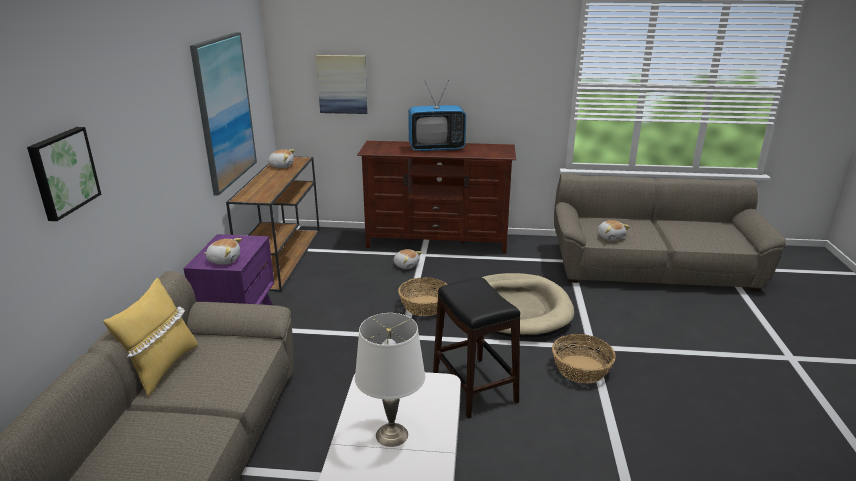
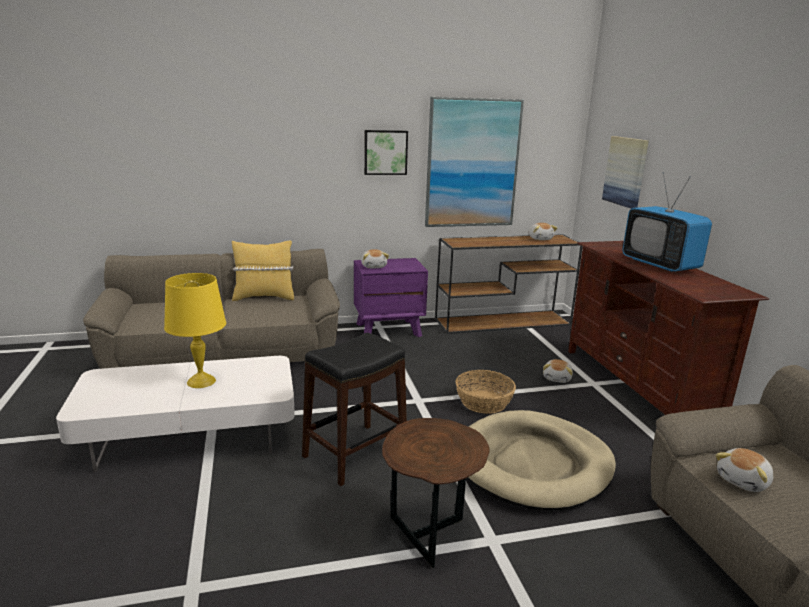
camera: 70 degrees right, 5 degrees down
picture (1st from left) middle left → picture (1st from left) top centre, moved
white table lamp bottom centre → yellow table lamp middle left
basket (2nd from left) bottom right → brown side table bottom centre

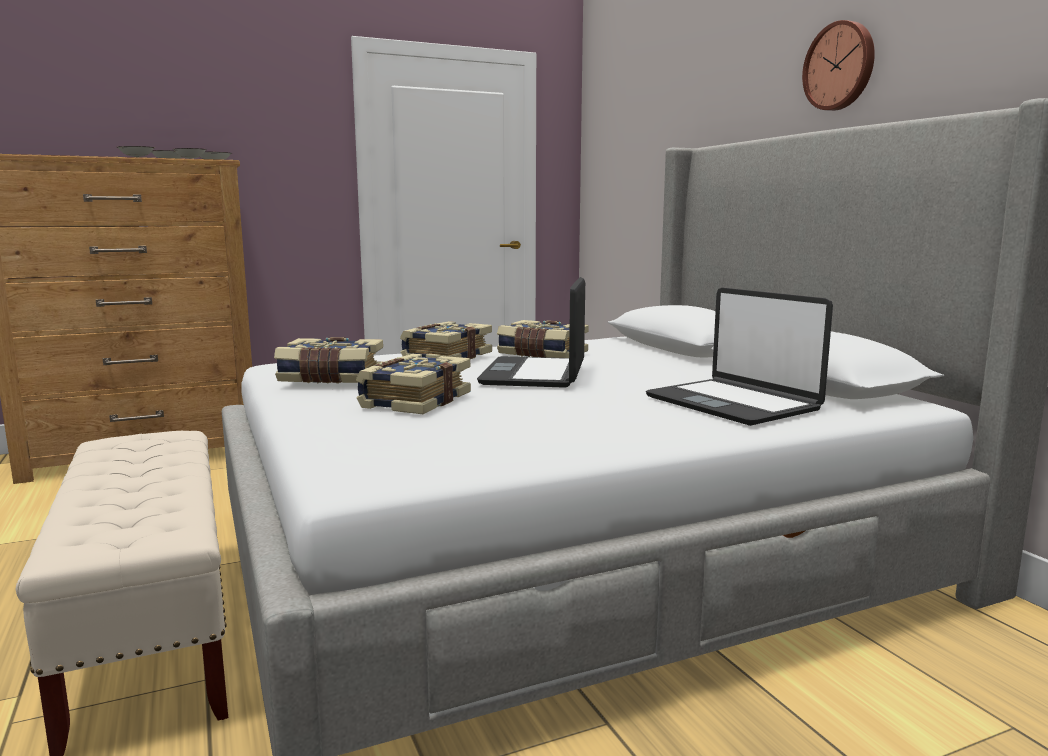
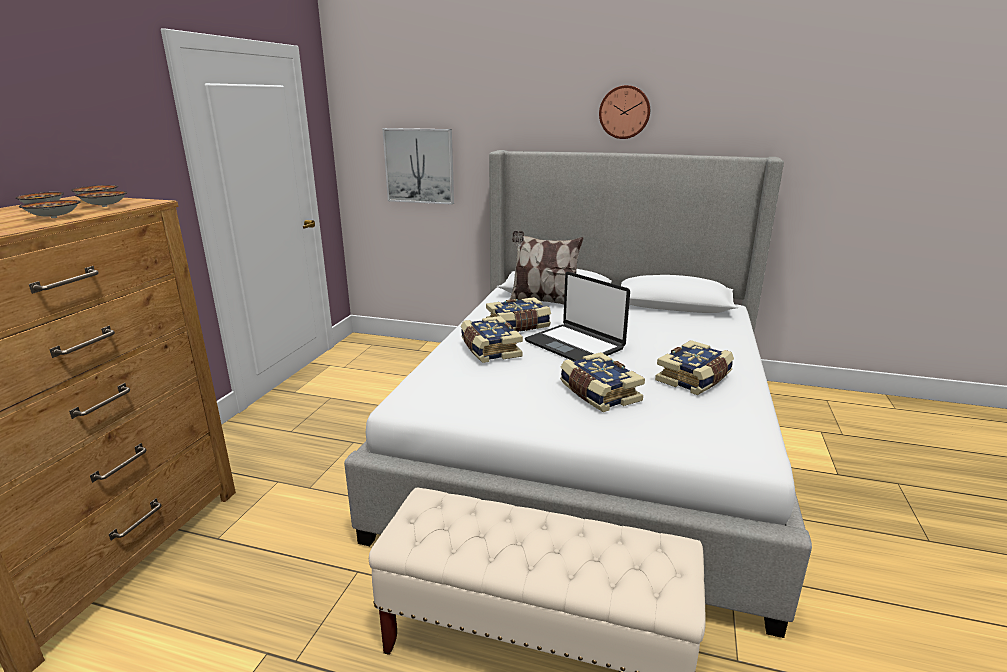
camera: 50 degrees left, 10 degrees up
book (1st from left in the first image) middle left → book (4th from left) middle right, moved
laptop (2nd from left) middle right → -
- → picture top centre
- → pillow centre

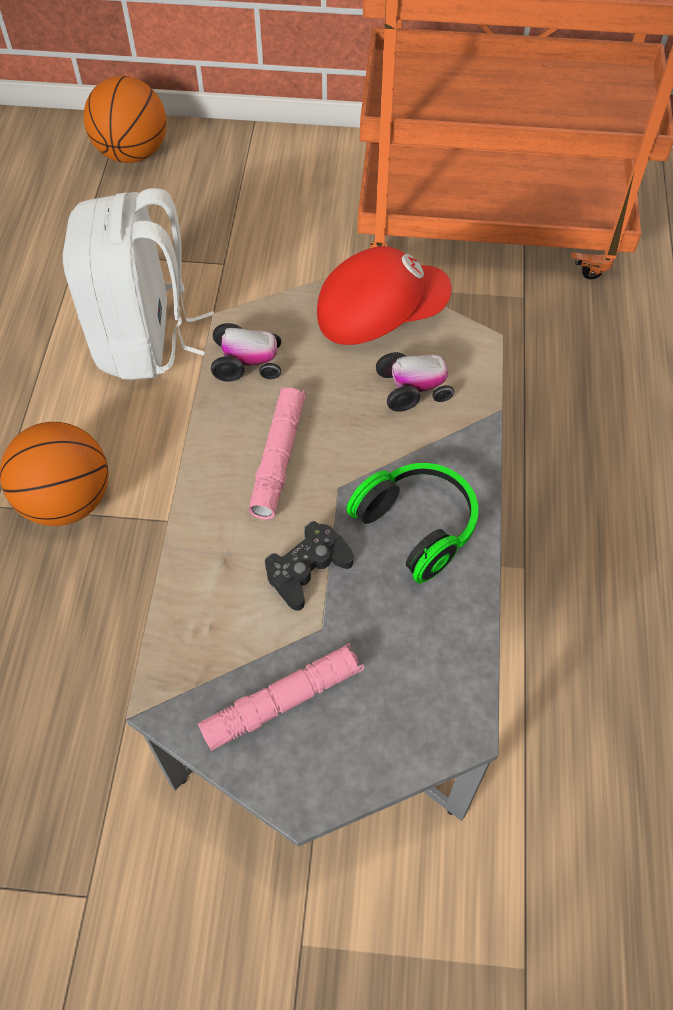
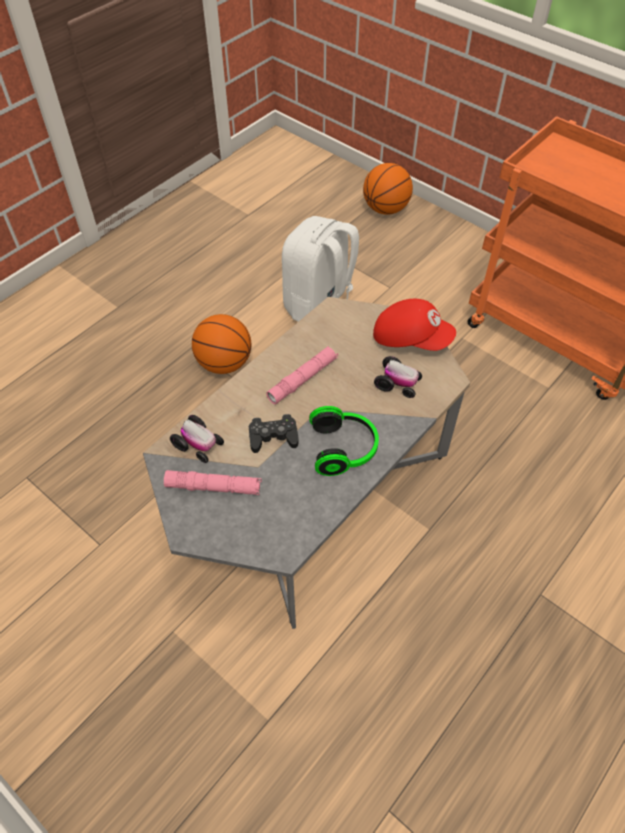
camera: 35 degrees right, 5 degrees down
toy car (1st from left) centre → toy car (1st from left) middle left, moved

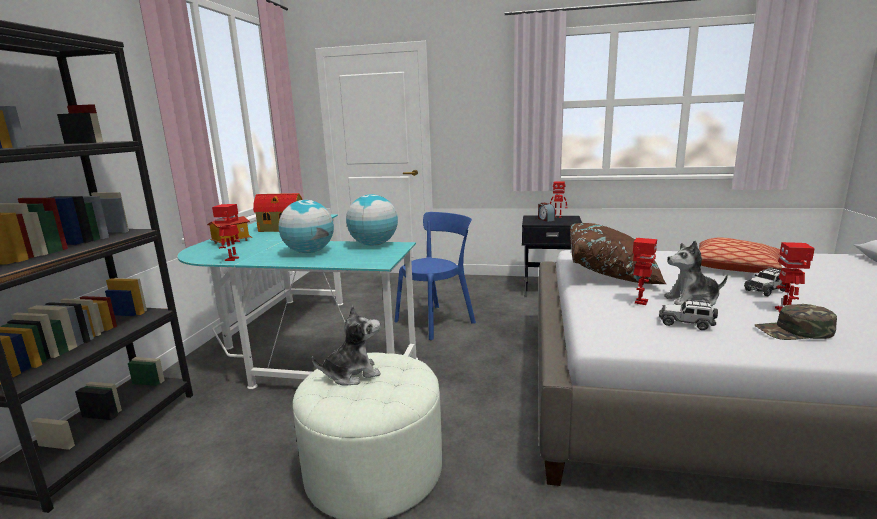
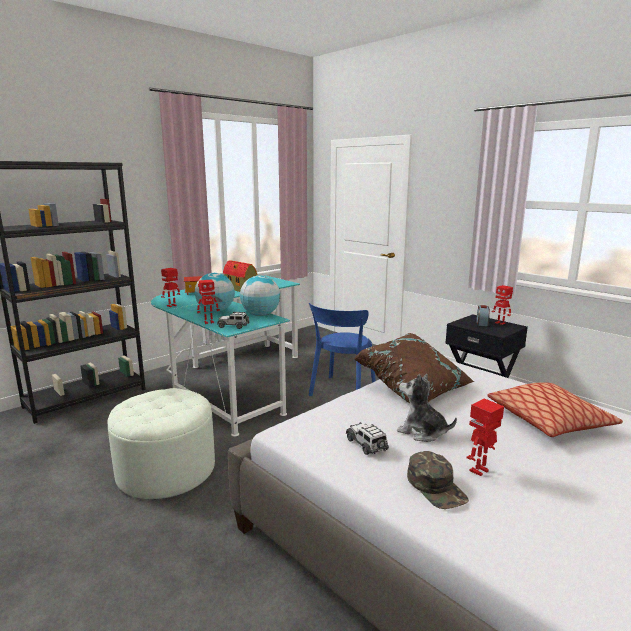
camera: 35 degrees right, 0 degrees up
plush toy (1st from left) centre → -
blue chair centre, 120 degrees clockwise
toy robot (3rd from left in the first image) middle right → toy robot (2nd from left) middle left, moved
toy car (2nd from left in the first image) middle right → toy car (1st from left) centre, moved
green cap middle right → green cap bottom right, 150 degrees counterclockwise

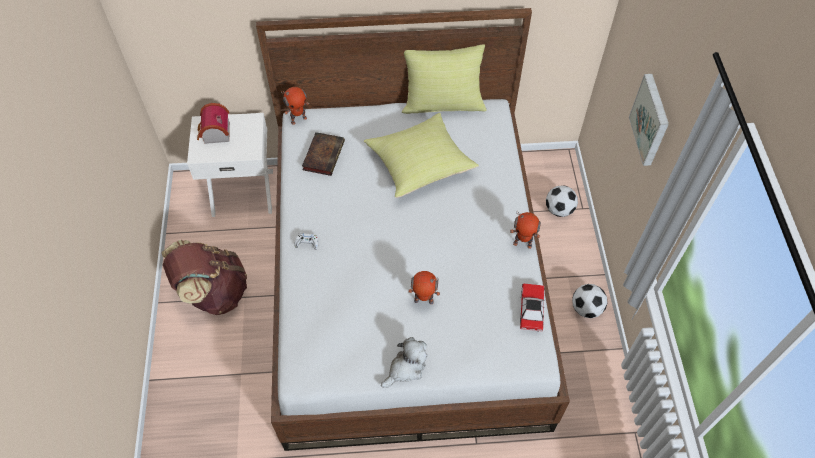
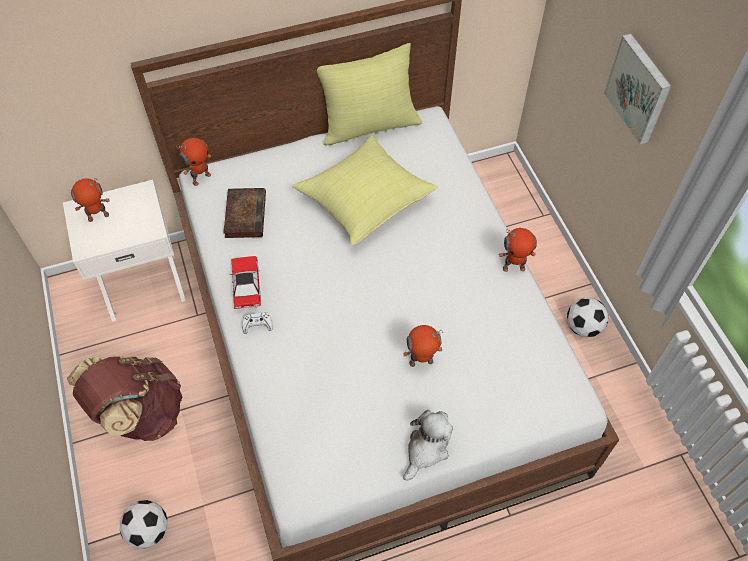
camera: 15 degrees left, 0 degrees up
toy house top left → toy robot (1st from left) middle left
toy car bottom centre → toy car middle left, moved
football (1st from left) middle right → football (1st from left) bottom left, moved

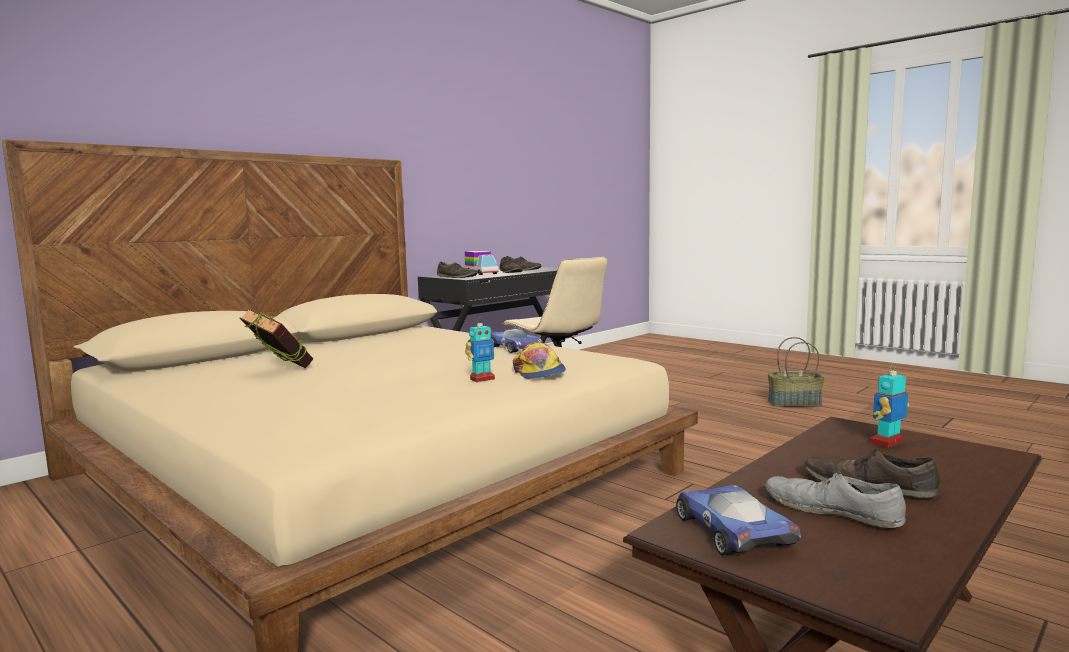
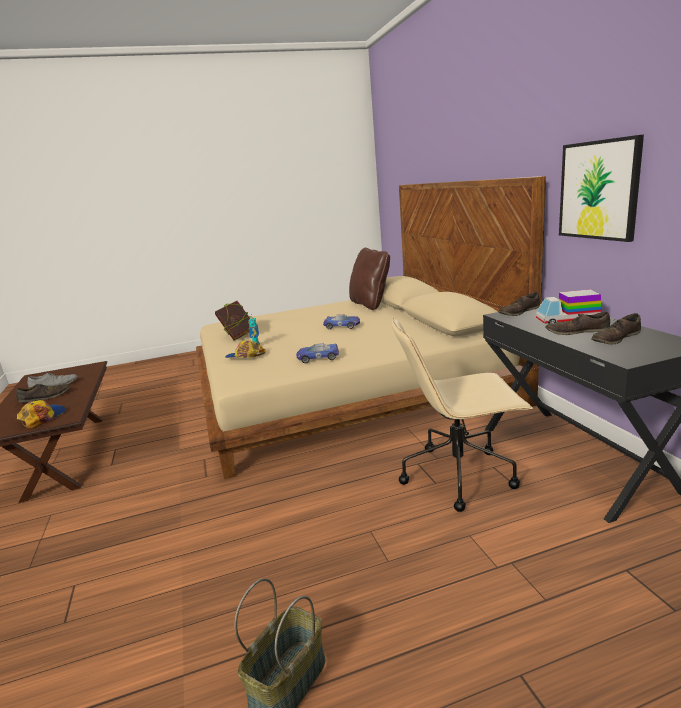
camera: 120 degrees right, 10 degrees up
book middle left → book centre, moved
toy car (2nd from left) bottom right → toy car (2nd from left) centre, moved
toy robot (2nd from left) middle right → cap (1st from left) middle left
- → brown pillow centre
- → picture top right

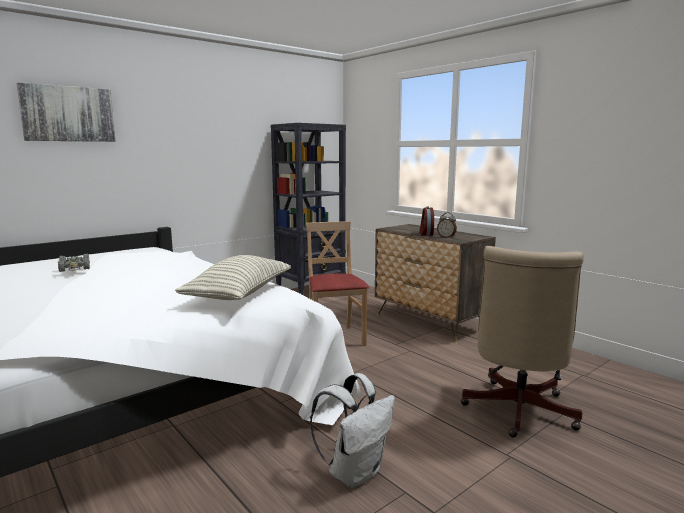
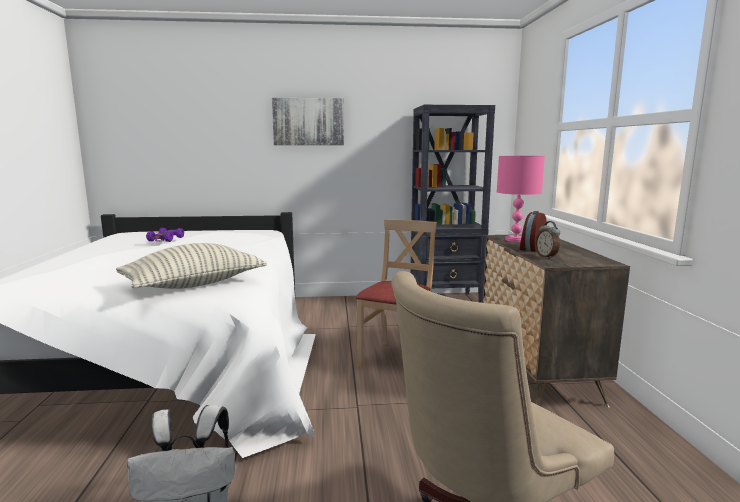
camera: 35 degrees right, 0 degrees up
picture top left → picture top centre, moved
grey toy car middle left → purple toy car middle left
- → pink table lamp middle right

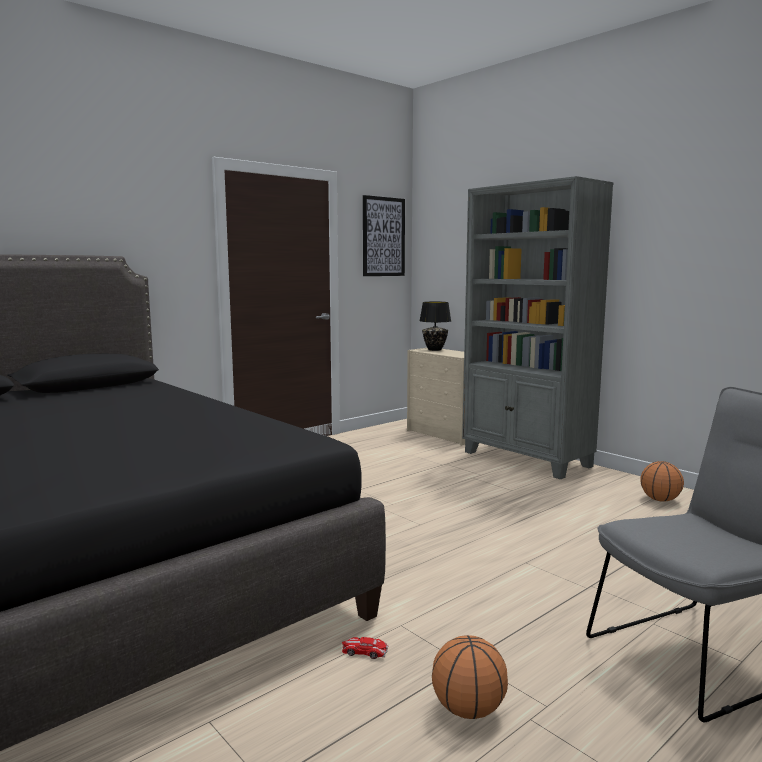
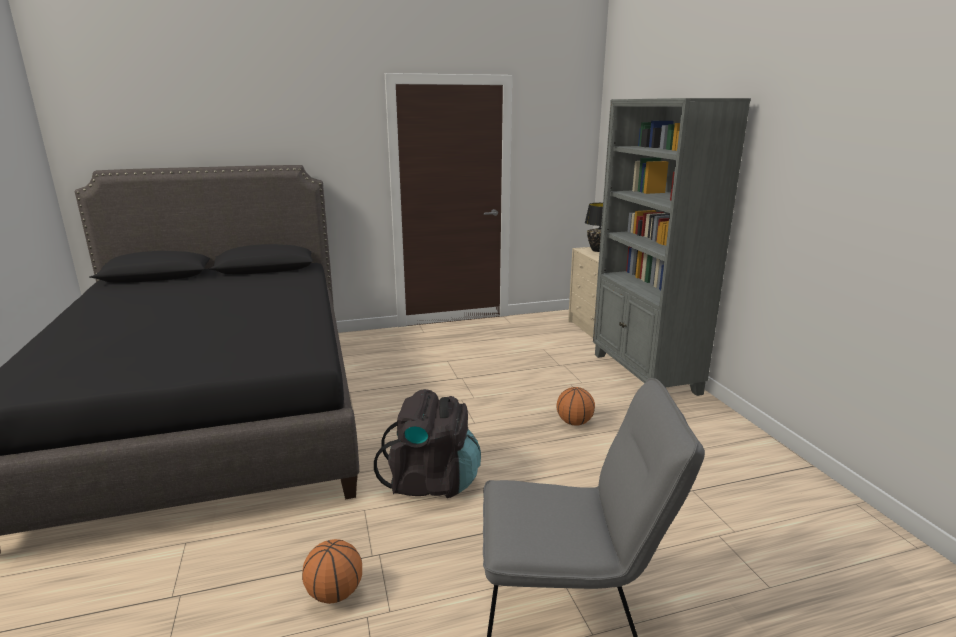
camera: 25 degrees right, 10 degrees up
toy car bottom centre → -
picture top centre → -
basketball (2nd from left) middle right → basketball (2nd from left) centre, moved
- → black backpack bottom centre

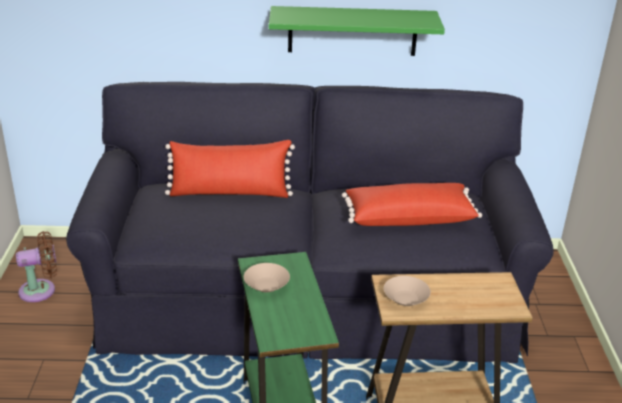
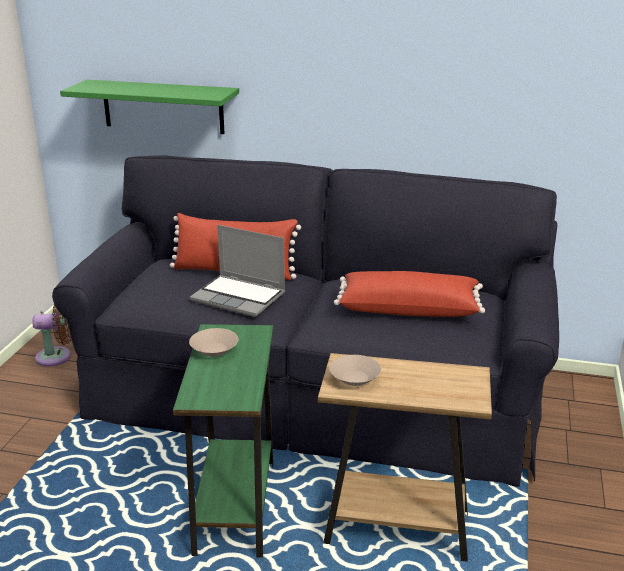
camera: 15 degrees right, 5 degrees down
green shelf top centre → green shelf top left, moved
- → laptop centre

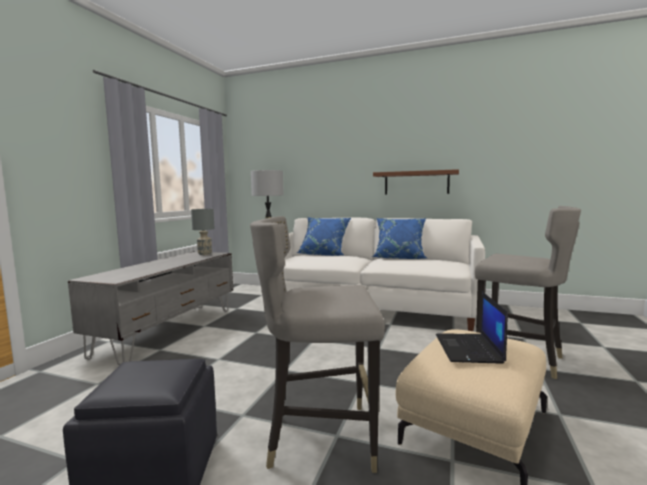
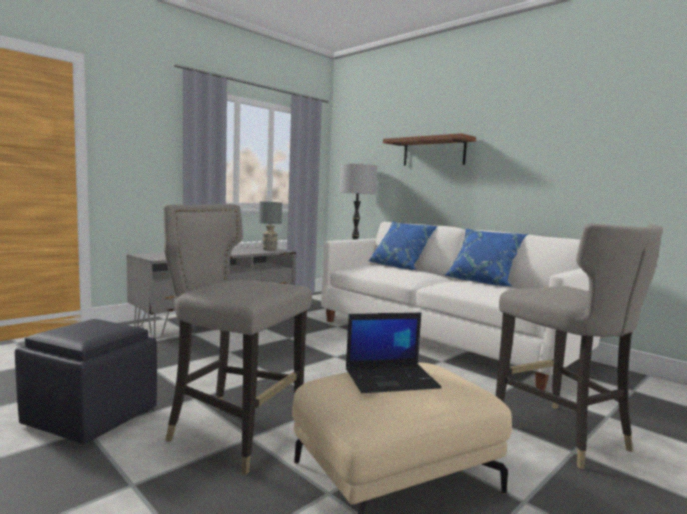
camera: 25 degrees right, 0 degrees up
brown shelf centre → brown shelf top centre, moved
laptop bottom right → laptop bottom centre, 135 degrees counterclockwise

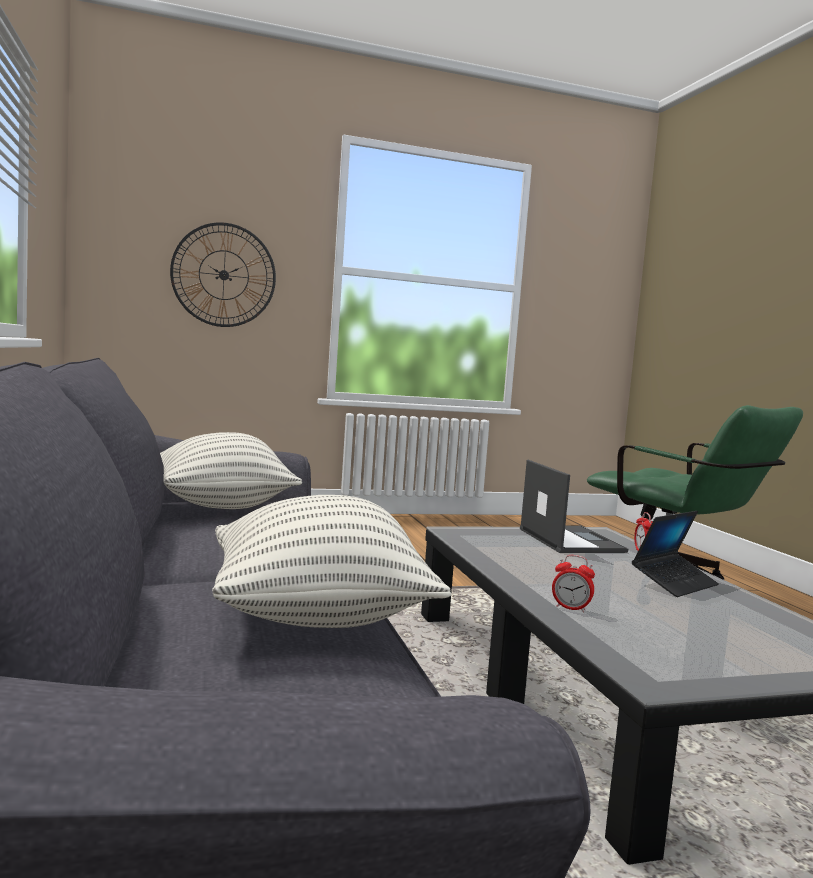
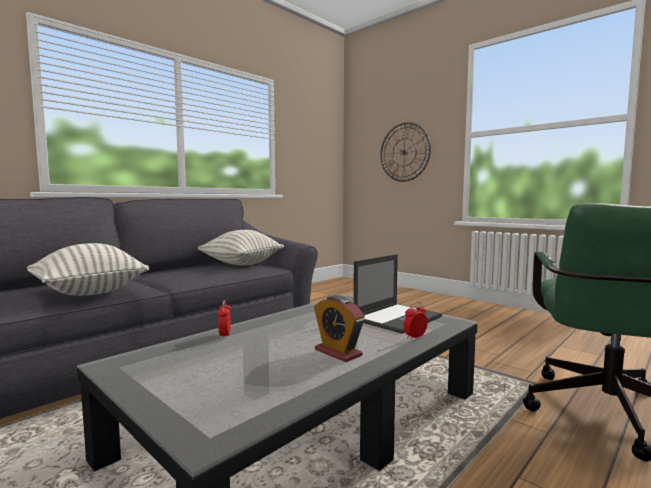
camera: 60 degrees right, 0 degrees up
laptop (2nd from left) middle right → alarm clock (2nd from left) bottom centre

